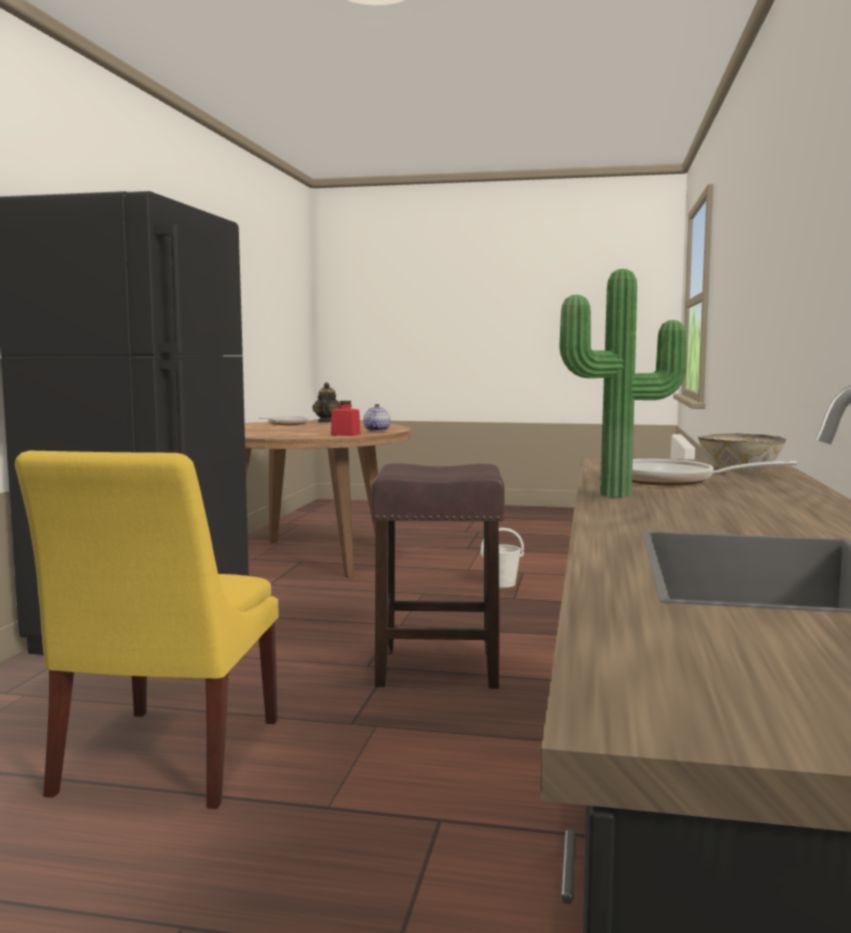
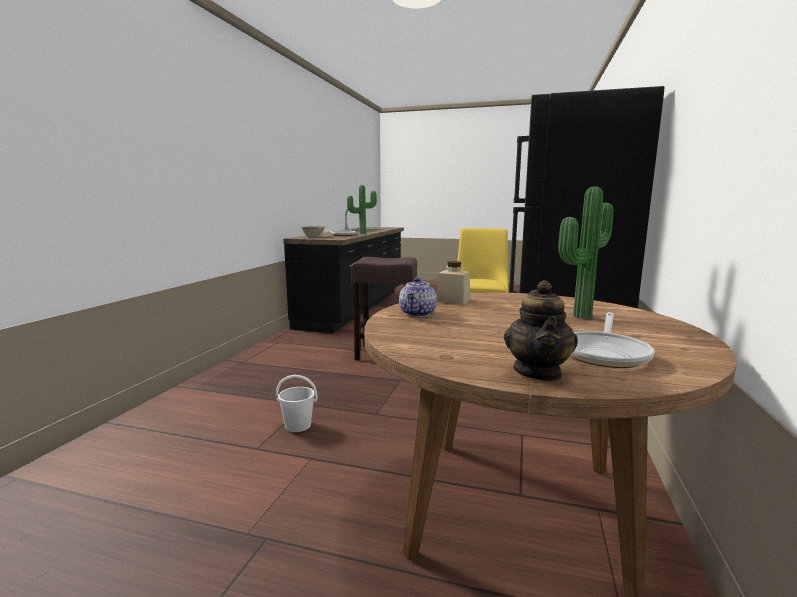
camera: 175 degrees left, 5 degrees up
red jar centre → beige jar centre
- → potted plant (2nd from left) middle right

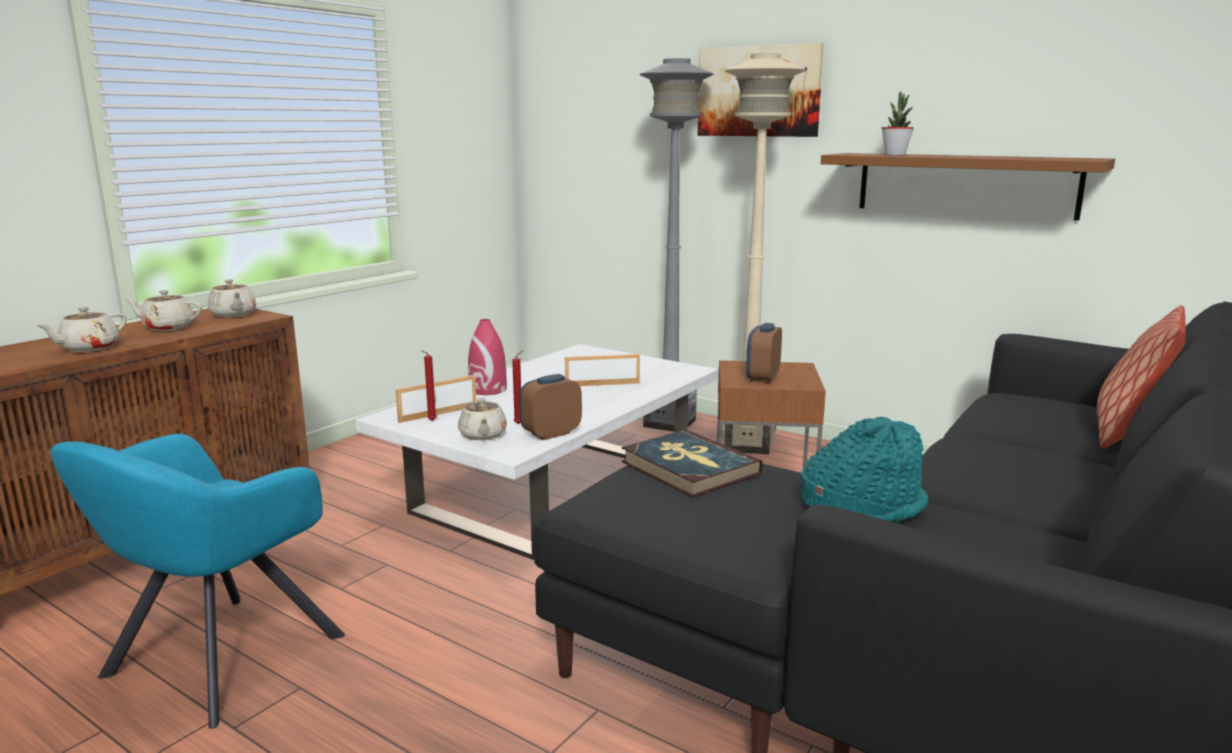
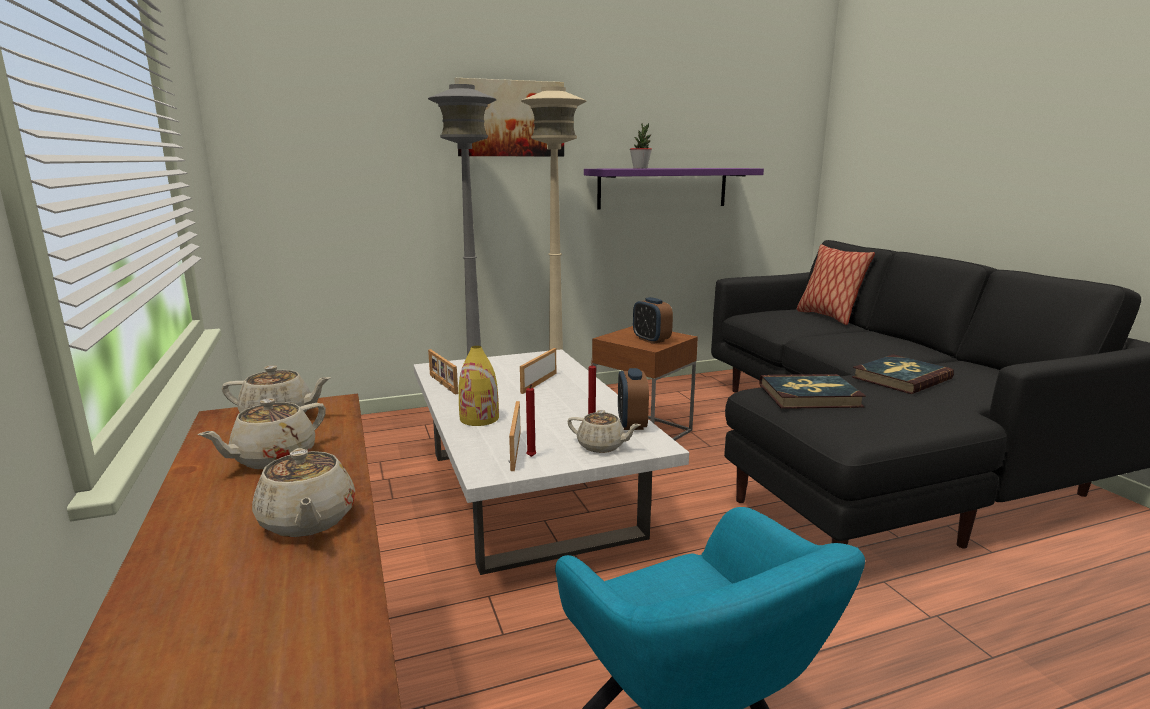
camera: 55 degrees left, 0 degrees up
red vase centre → yellow vase centre
turquoise hat middle right → book (2nd from left) middle right
brown shelf top right → purple shelf top centre
- → picture frame (1st from left) centre

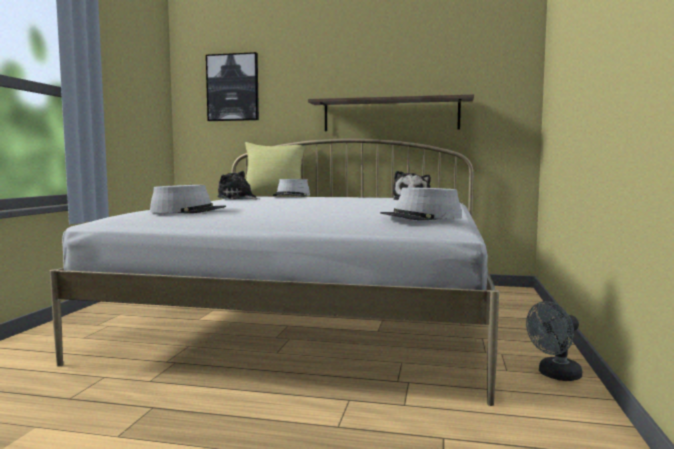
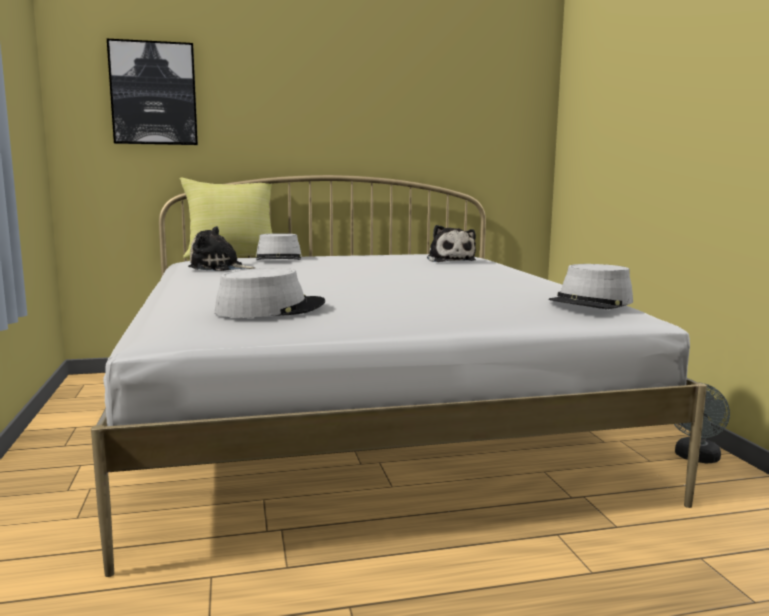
camera: 25 degrees left, 5 degrees up
shelf top centre → -

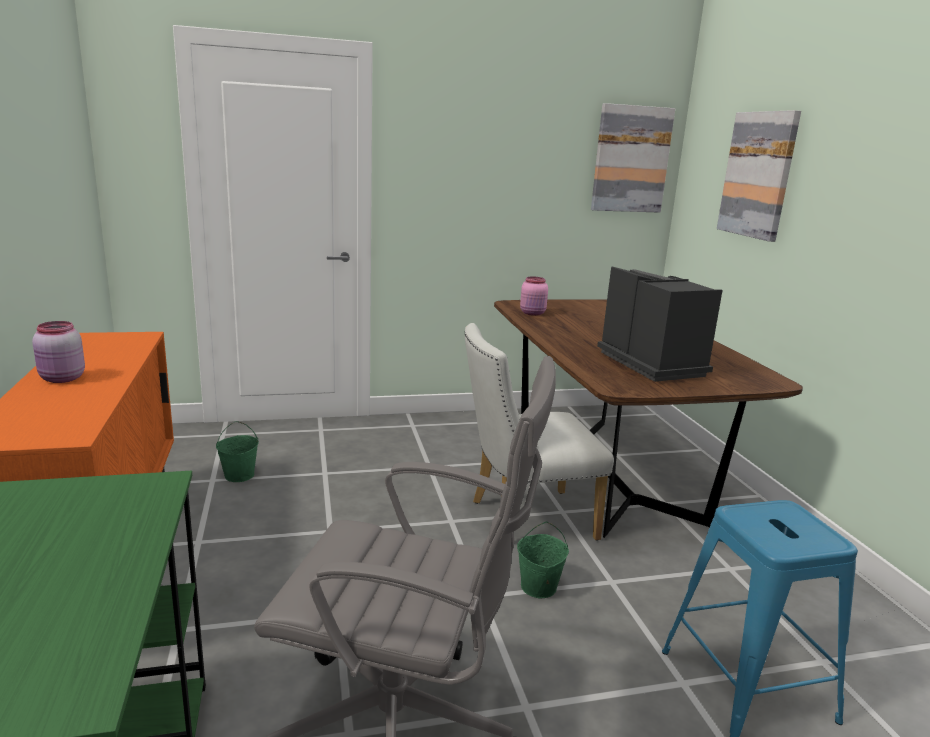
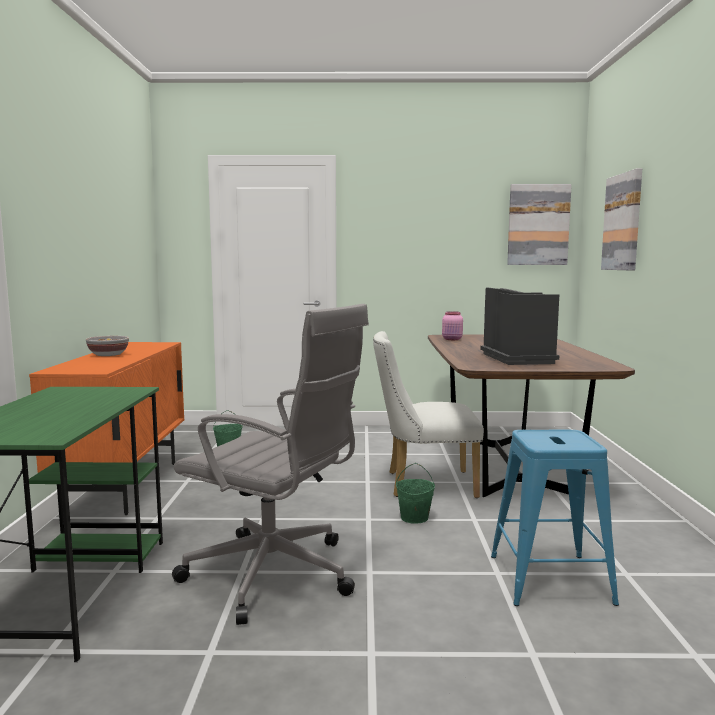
camera: 15 degrees right, 10 degrees down
pink jar (1st from left) middle left → bowl middle left

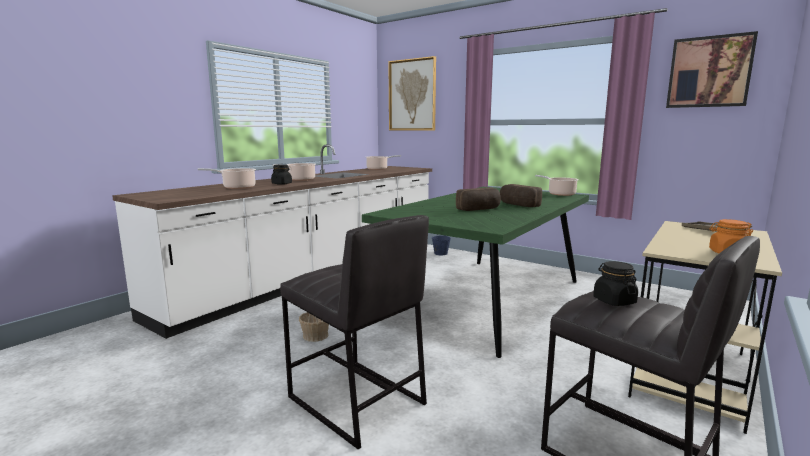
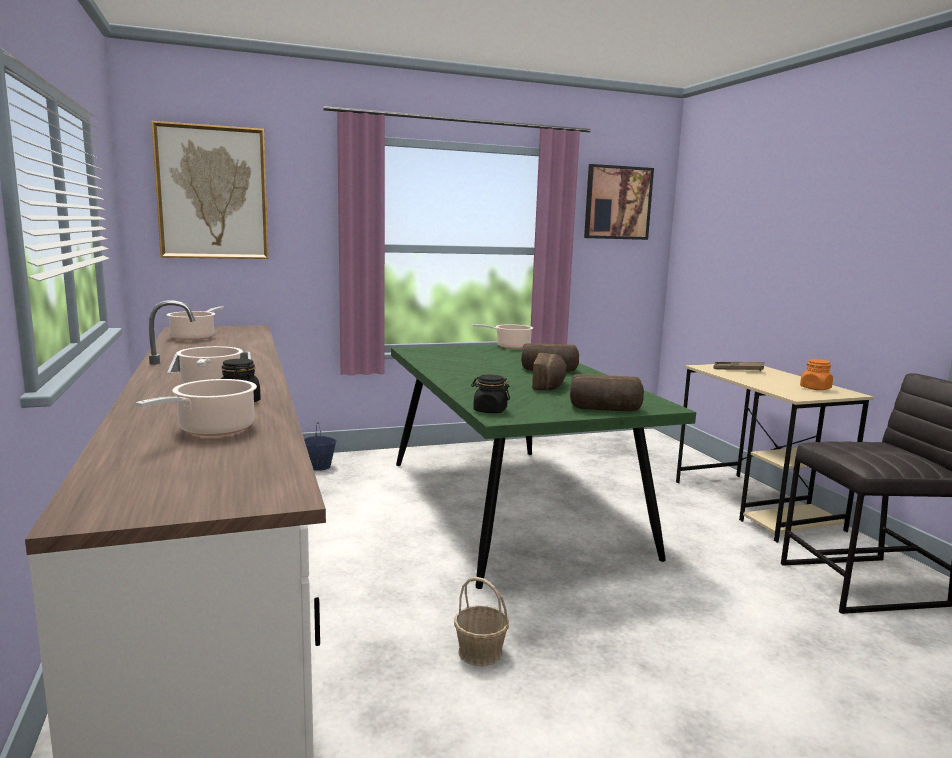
camera: 55 degrees left, 0 degrees up
grey stool (1st from left) bottom centre → -
black jar (2nd from left) middle right → black jar (2nd from left) centre, moved
- → bread (3rd from left) centre

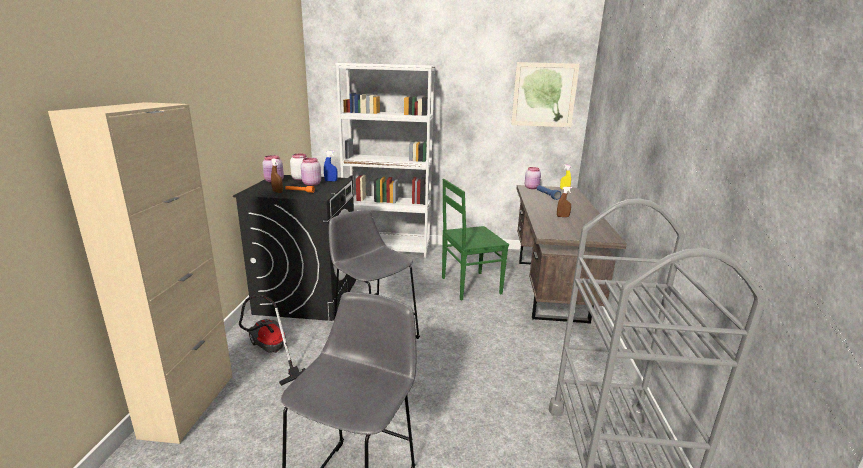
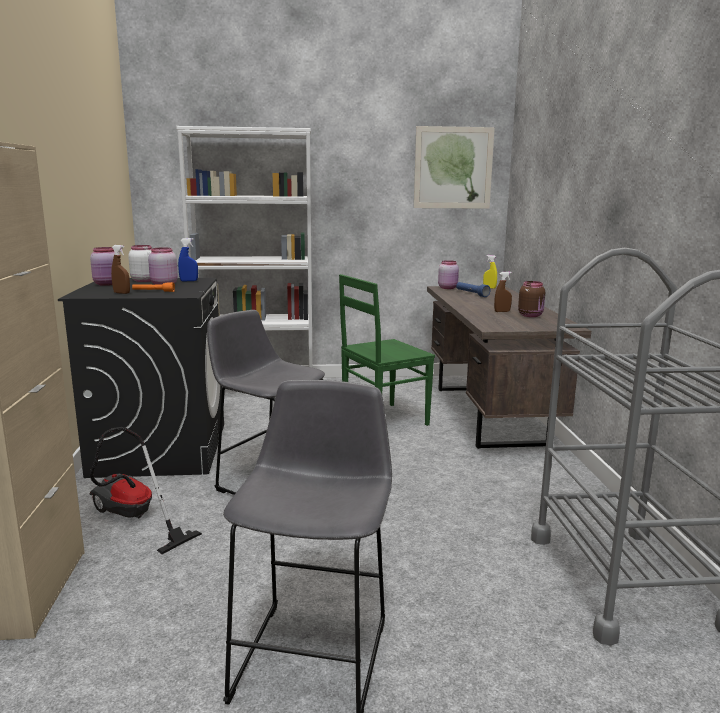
camera: 10 degrees left, 5 degrees down
- → brown jar middle right

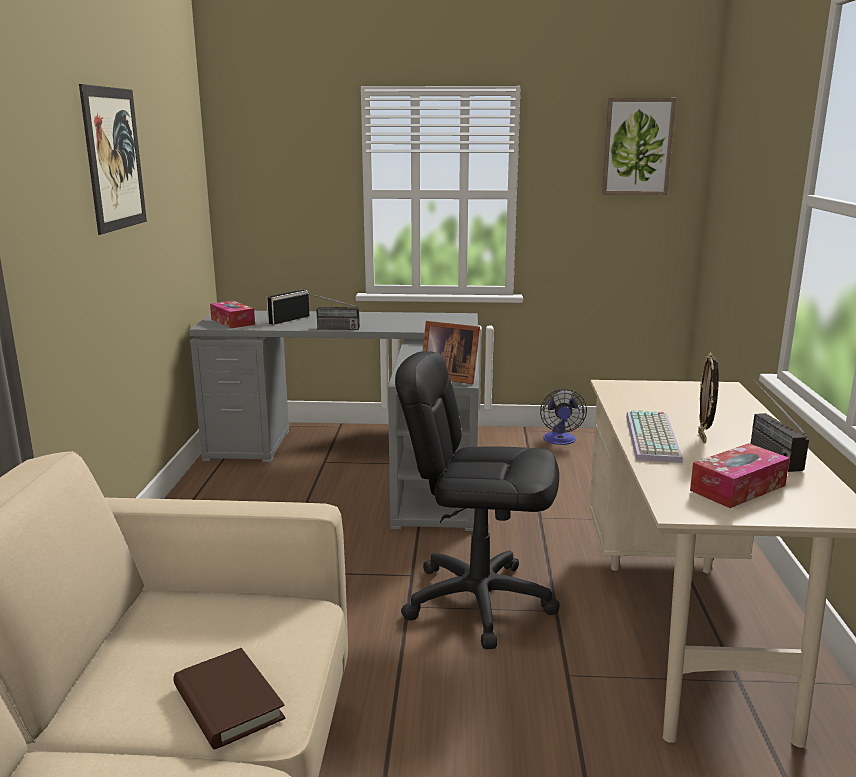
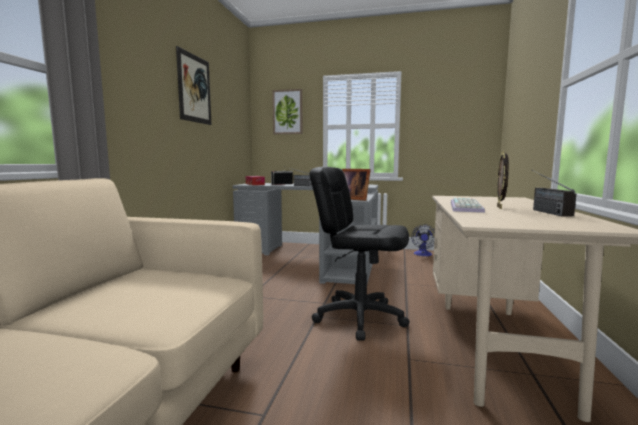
camera: 10 degrees right, 10 degrees down
brown book bottom left → -
picture (2nd from left) top right → picture (2nd from left) top centre, moved
tissue box (2nd from left) middle right → -

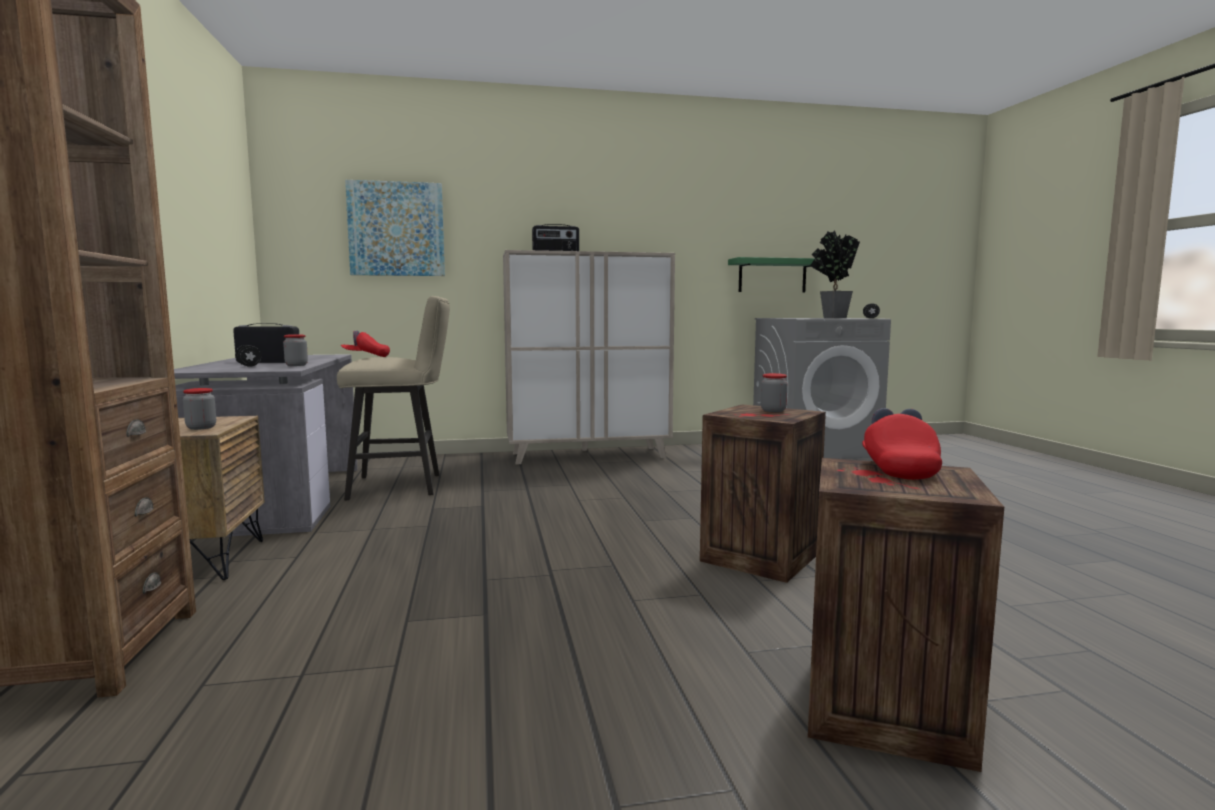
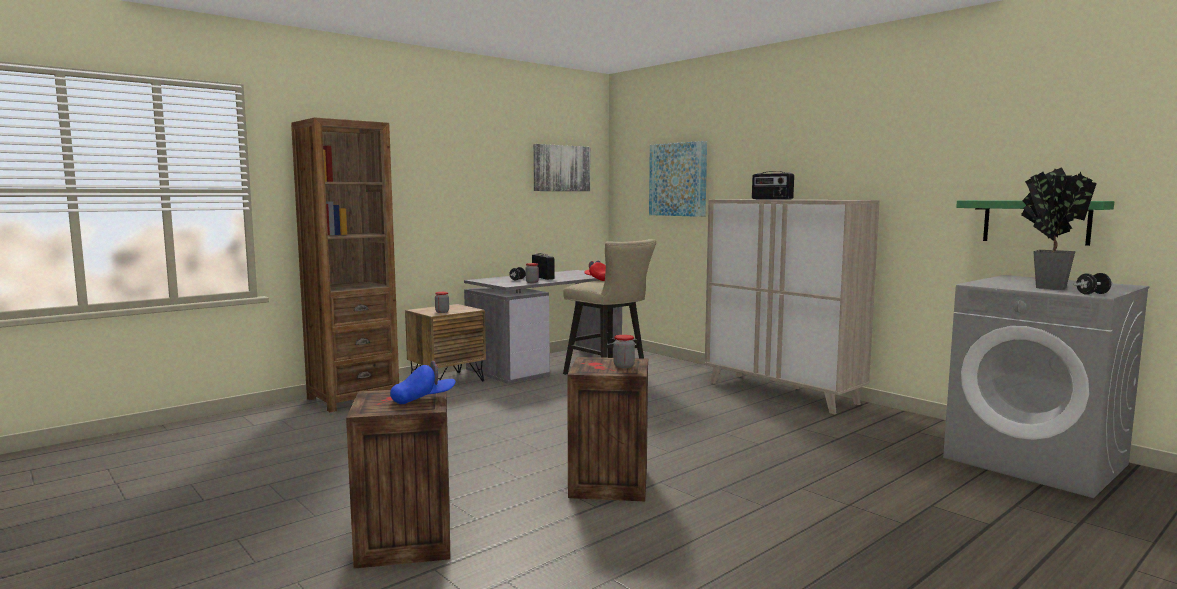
camera: 60 degrees right, 0 degrees up
red cap (2nd from left) middle right → blue cap centre
- → picture (1st from left) top centre

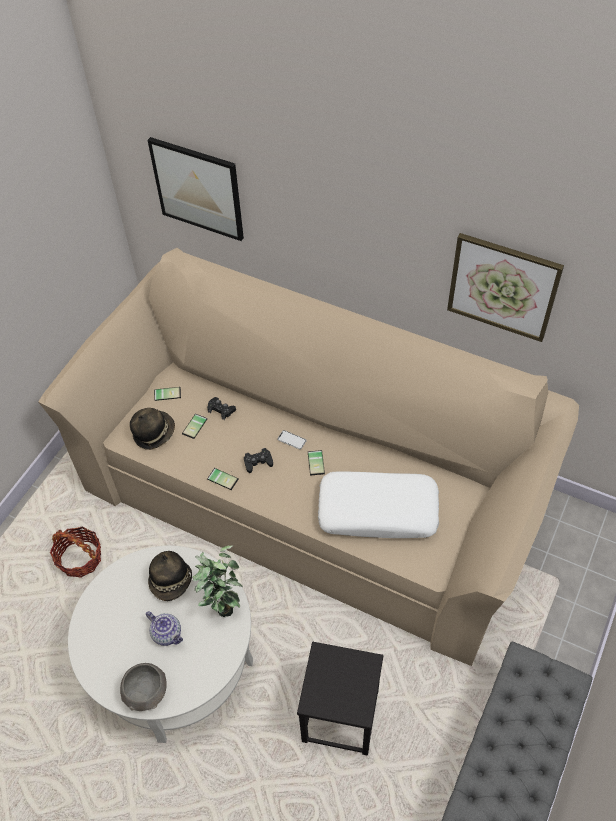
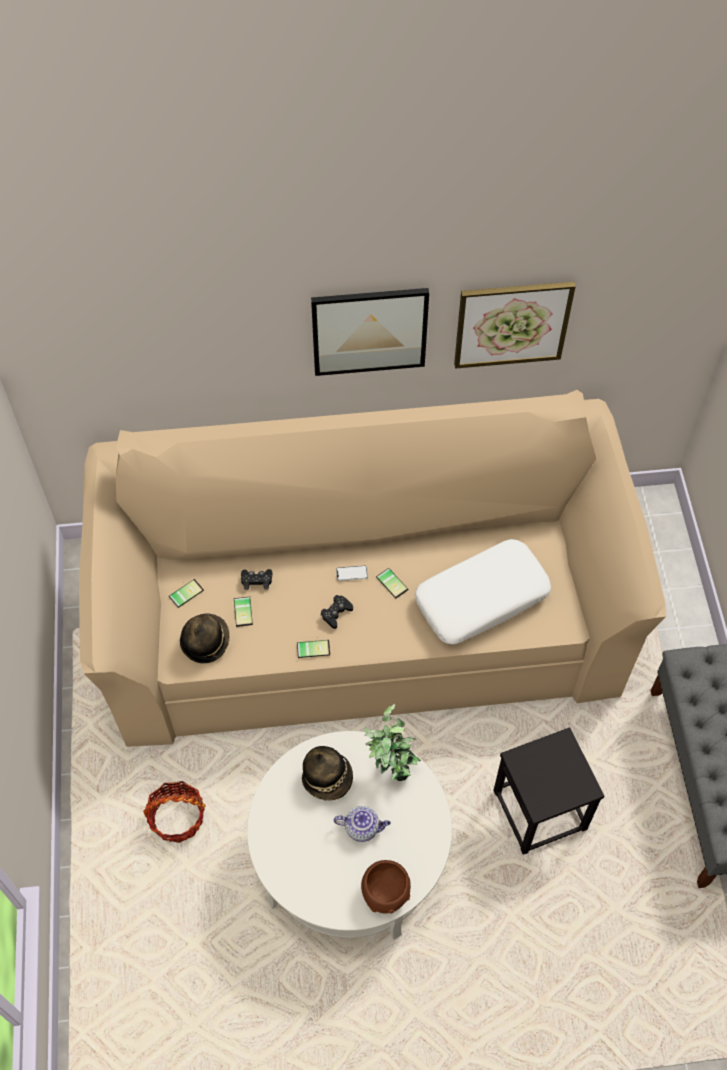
camera: 35 degrees left, 5 degrees up
grey bowl bottom left → brown bowl bottom centre
picture (1st from left) top left → picture (1st from left) top centre, moved

